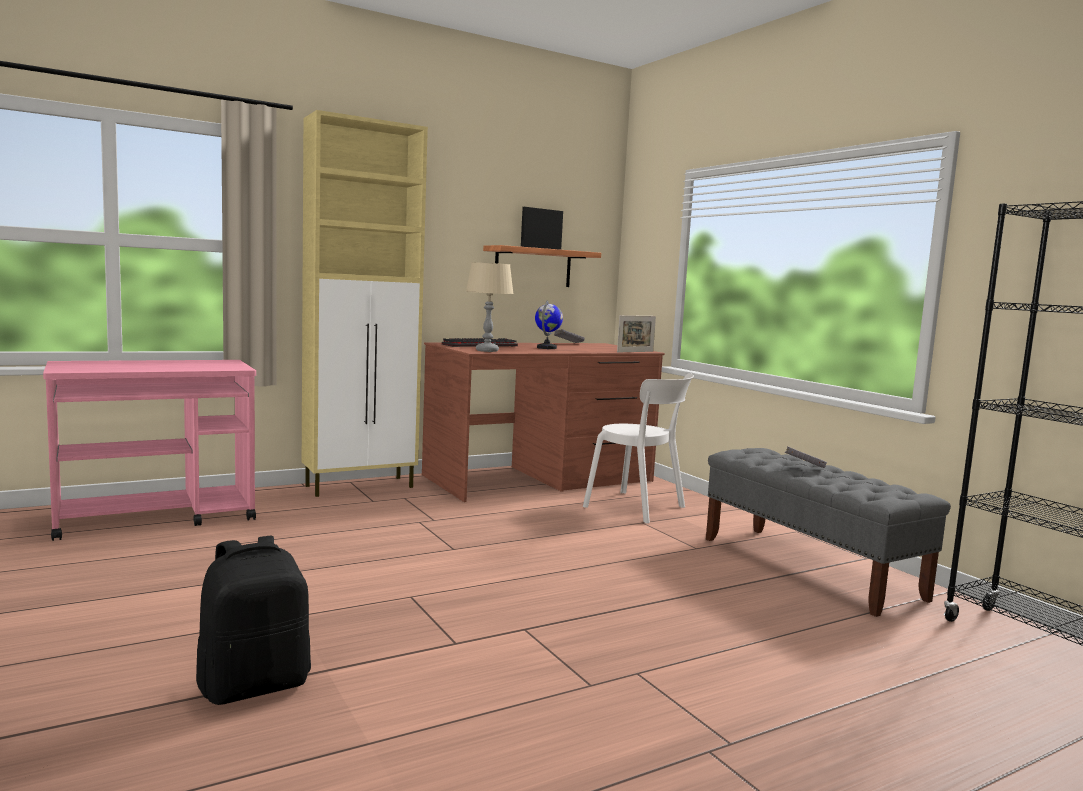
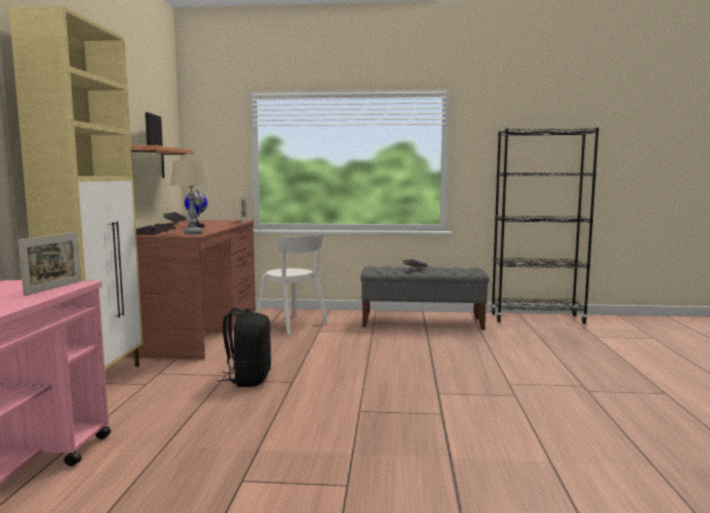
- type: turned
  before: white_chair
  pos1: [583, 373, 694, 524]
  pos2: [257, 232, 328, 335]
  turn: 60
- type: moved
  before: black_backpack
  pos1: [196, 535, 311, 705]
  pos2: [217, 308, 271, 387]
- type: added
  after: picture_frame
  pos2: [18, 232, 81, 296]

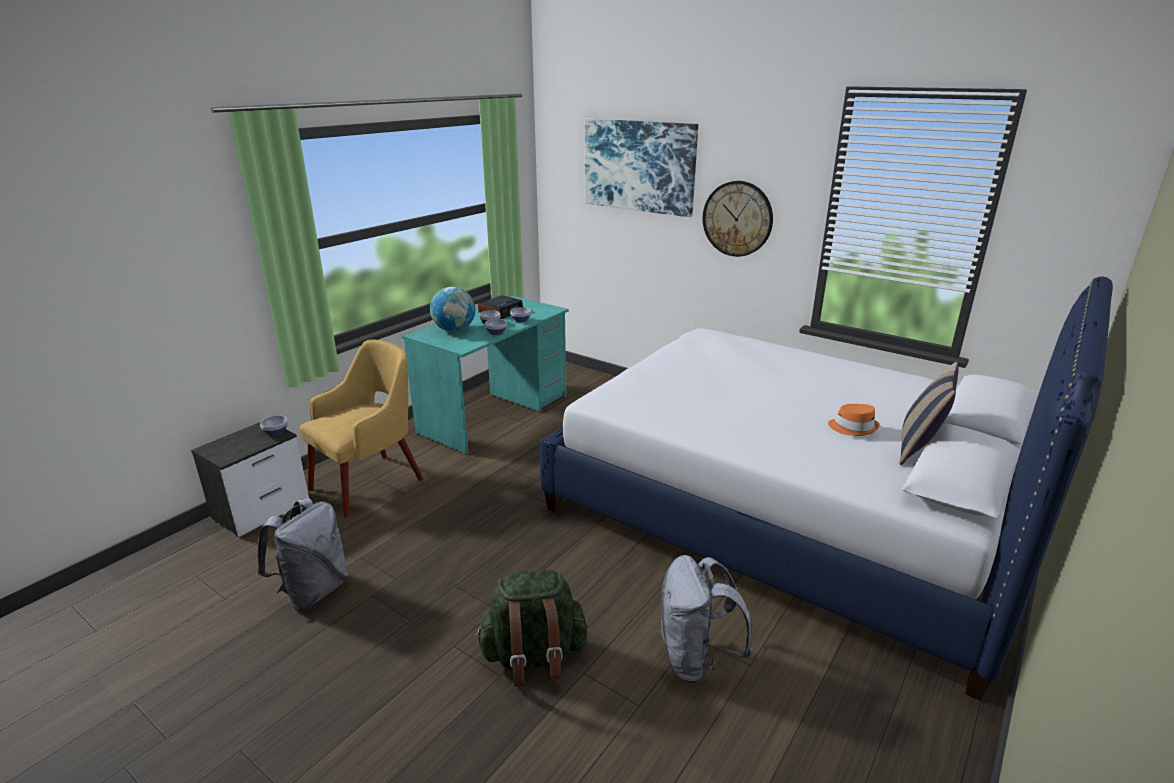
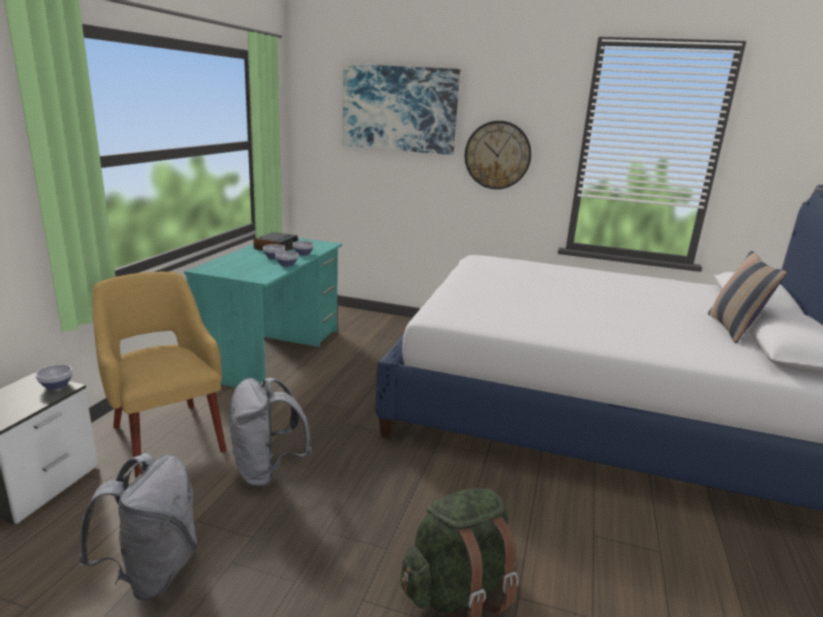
- type: removed
  before: globe
  pos1: [430, 287, 475, 332]
- type: turned
  before: yellow_armchair
  pos1: [299, 340, 424, 518]
  pos2: [92, 272, 226, 478]
  turn: -60
- type: removed
  before: orange_hat
  pos1: [828, 404, 880, 436]
- type: moved
  before: grey_backpack
  pos1: [659, 555, 752, 683]
  pos2: [229, 378, 312, 487]

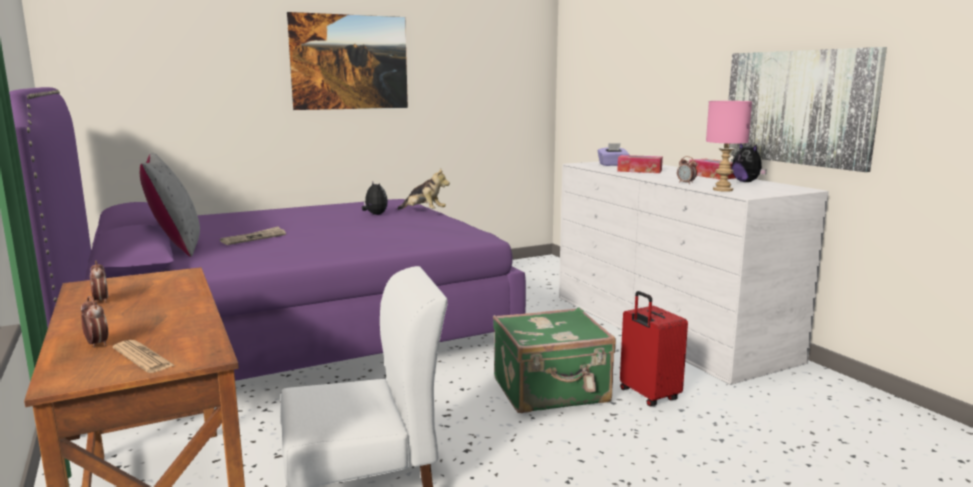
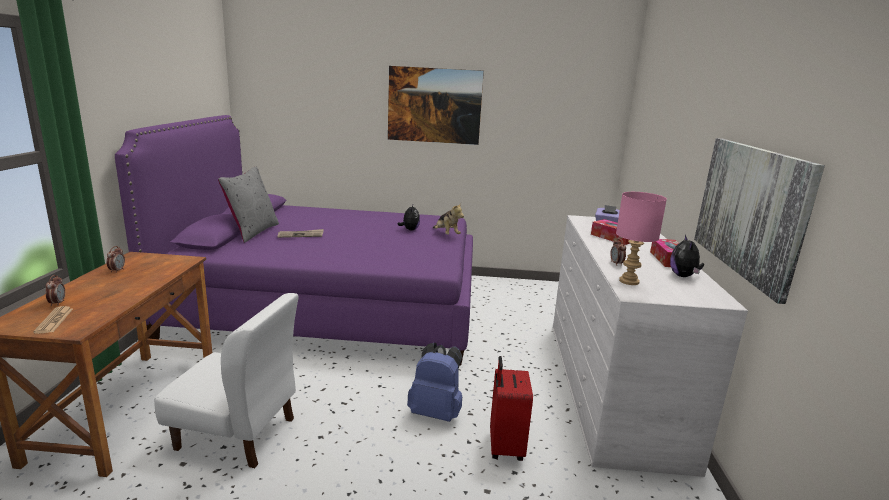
- type: replaced
  before: green_suitcase
  after: blue_backpack
  pos1: [493, 307, 616, 413]
  pos2: [407, 343, 462, 422]

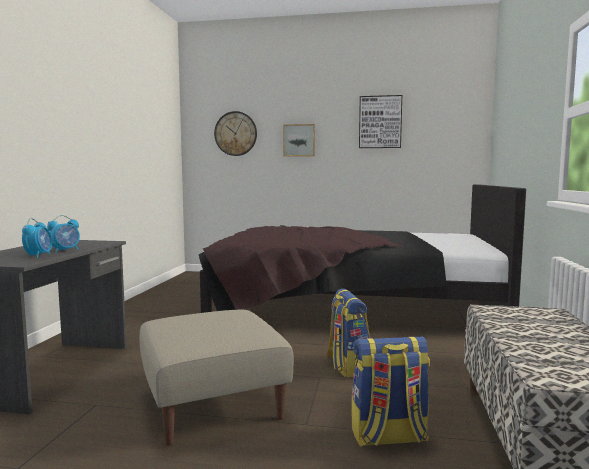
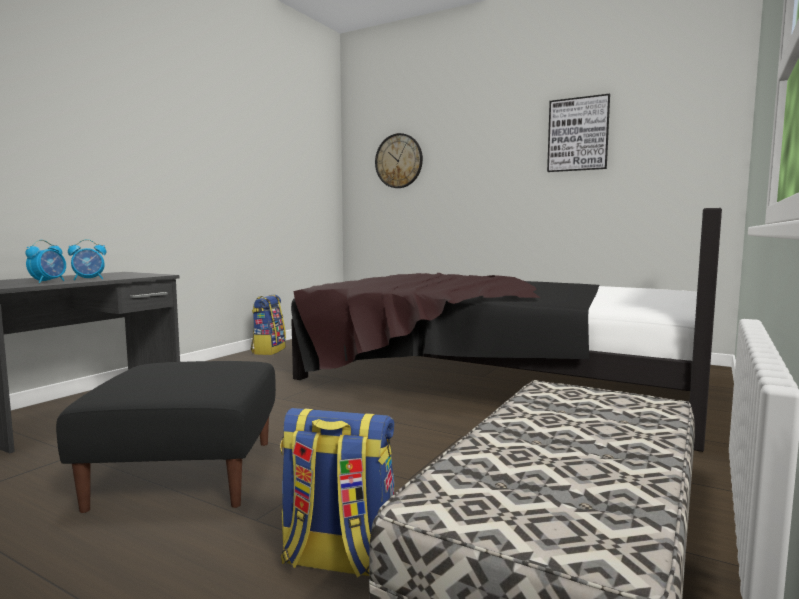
- type: removed
  before: picture
  pos1: [283, 124, 315, 157]
- type: moved
  before: backpack
  pos1: [326, 289, 370, 378]
  pos2: [251, 294, 286, 355]
- type: recoloured
  before: beige_ottoman
  after: black_ottoman
  pos1: [140, 310, 293, 445]
  pos2: [56, 361, 276, 513]

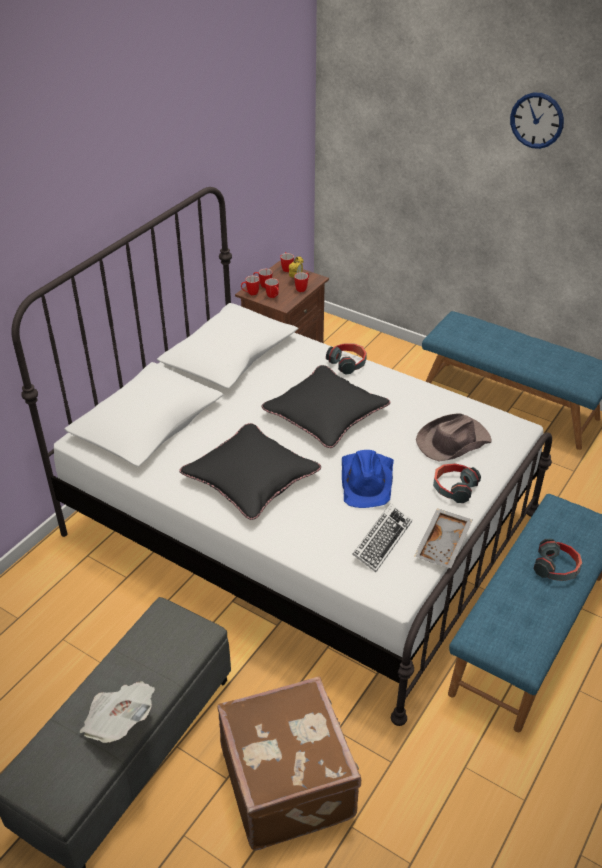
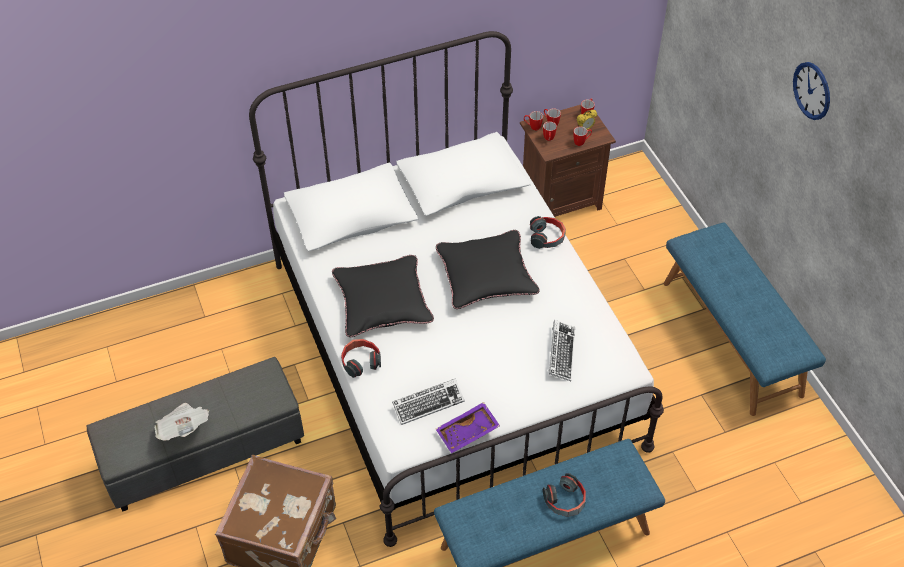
- type: replaced
  before: brown_hat
  after: keyboard
  pos1: [416, 414, 491, 462]
  pos2: [549, 320, 575, 381]
- type: removed
  before: blue_hat
  pos1: [342, 450, 394, 508]
- type: moved
  before: headphones
  pos1: [433, 463, 481, 503]
  pos2: [341, 339, 381, 378]
- type: recoloured
  before: grey_tray
  after: purple_tray
  pos1: [414, 508, 472, 568]
  pos2: [436, 402, 500, 453]

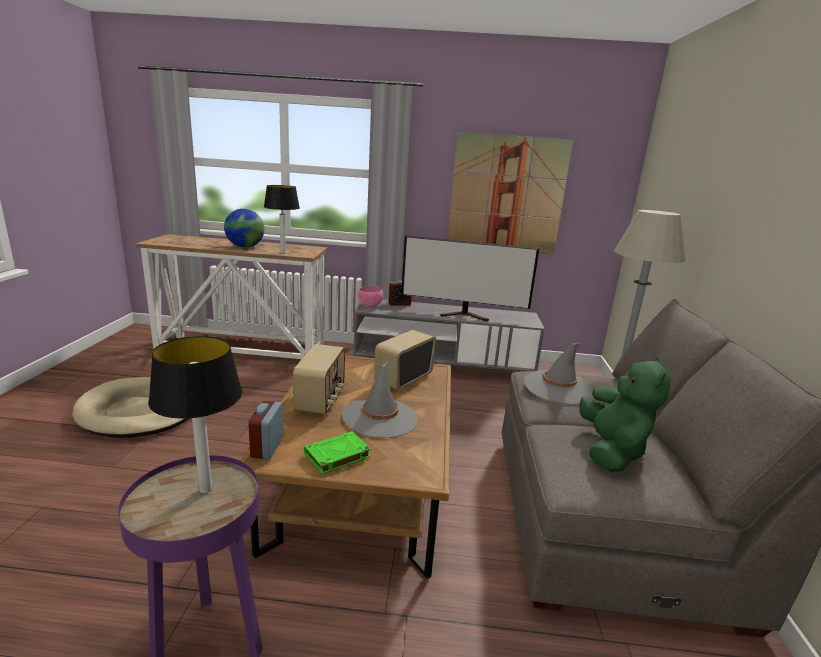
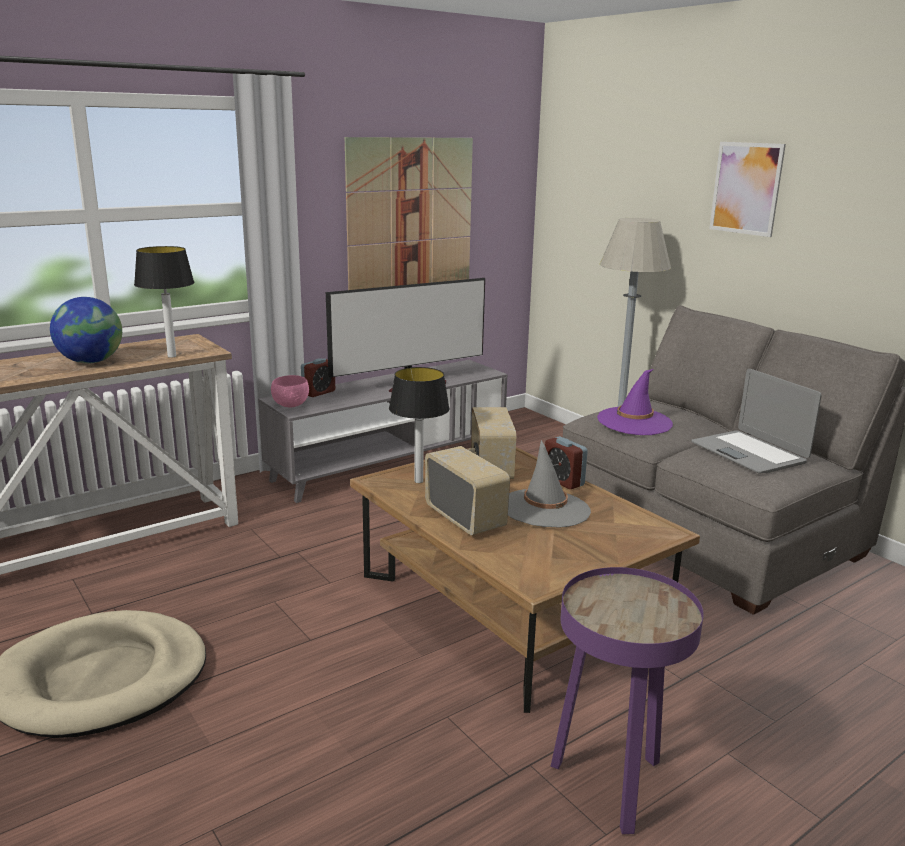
- type: moved
  before: table_lamp
  pos1: [148, 336, 242, 493]
  pos2: [389, 367, 450, 483]
- type: recoloured
  before: grey_hat
  after: purple_hat
  pos1: [524, 343, 594, 404]
  pos2: [597, 369, 673, 435]
- type: replaced
  before: green_plush_toy
  after: laptop
  pos1: [579, 357, 670, 472]
  pos2: [691, 369, 822, 473]
- type: moved
  before: alarm_clock
  pos1: [248, 401, 283, 459]
  pos2: [545, 436, 588, 489]
- type: removed
  before: green_book
  pos1: [304, 431, 371, 474]
- type: added
  after: picture
  pos2: [709, 142, 786, 237]

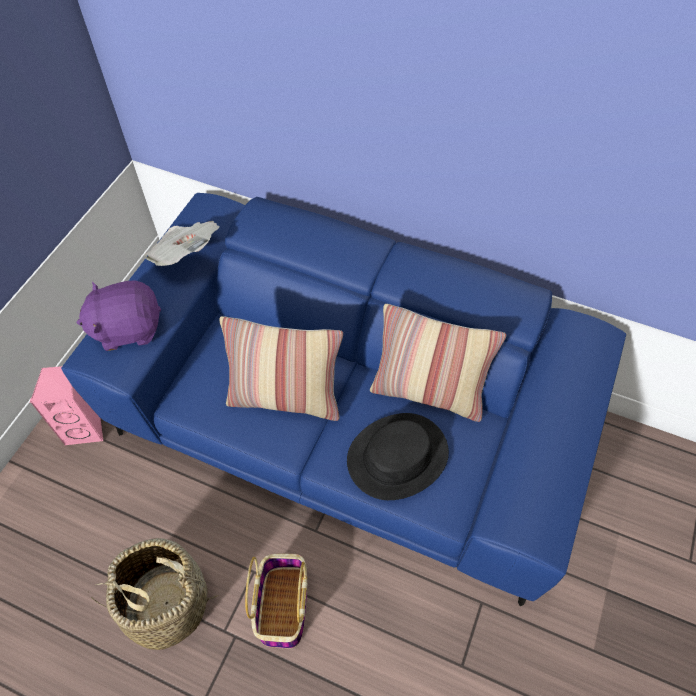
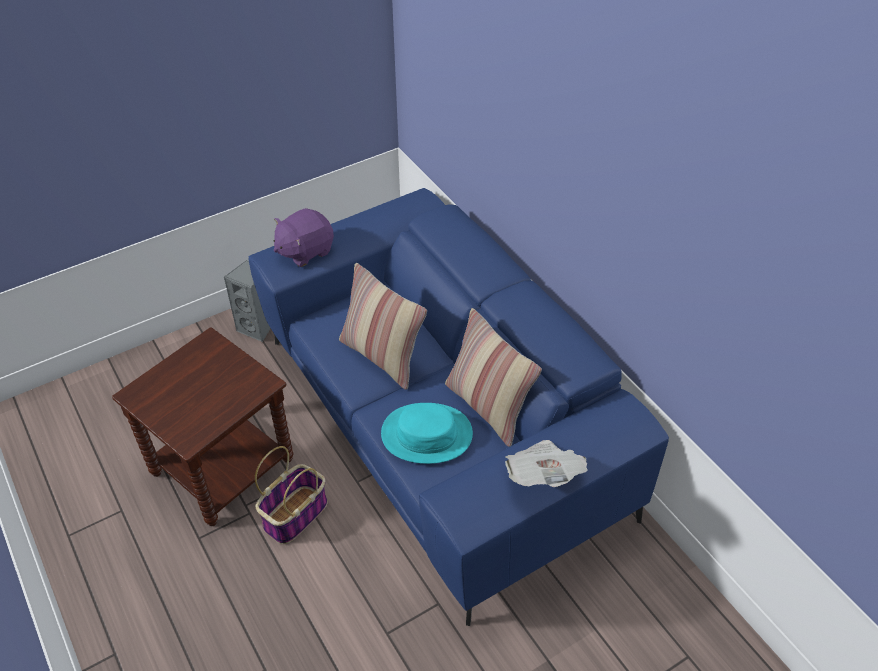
- type: moved
  before: newspaper
  pos1: [144, 221, 220, 266]
  pos2: [505, 440, 588, 487]
- type: turned
  before: purple_plush_toy
  pos1: [77, 280, 161, 351]
  pos2: [274, 208, 334, 267]
  turn: -60
- type: recoloured
  before: pink_speaker
  after: grey_speaker
  pos1: [30, 366, 103, 445]
  pos2: [224, 260, 271, 342]
- type: recoloured
  before: black_hat
  after: turquoise_hat
  pos1: [347, 413, 449, 500]
  pos2: [381, 403, 473, 464]
- type: replaced
  before: basket
  after: brown_side_table
  pos1: [88, 538, 218, 650]
  pos2: [112, 327, 293, 526]

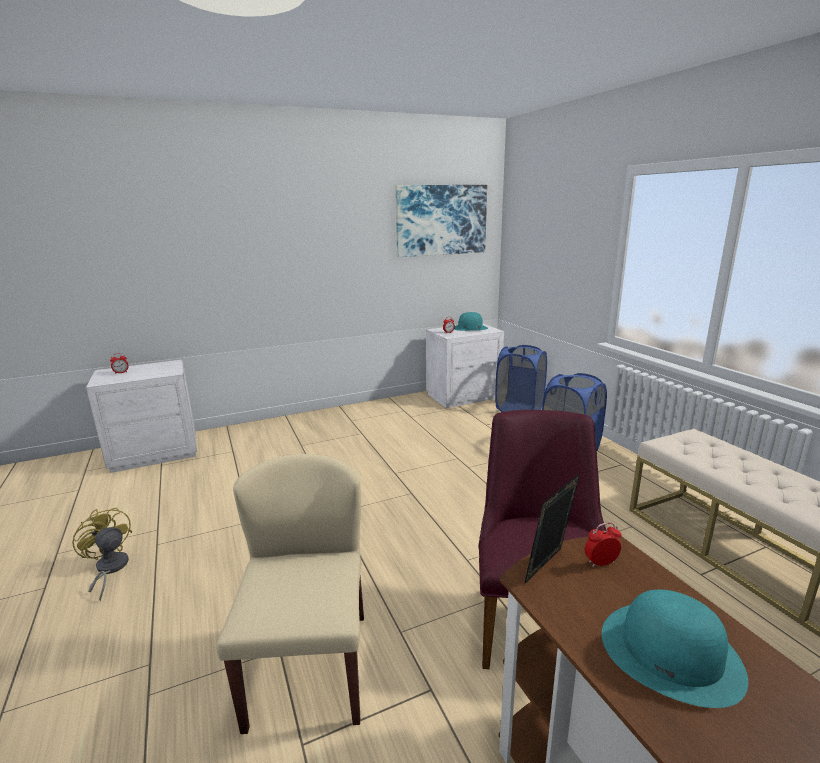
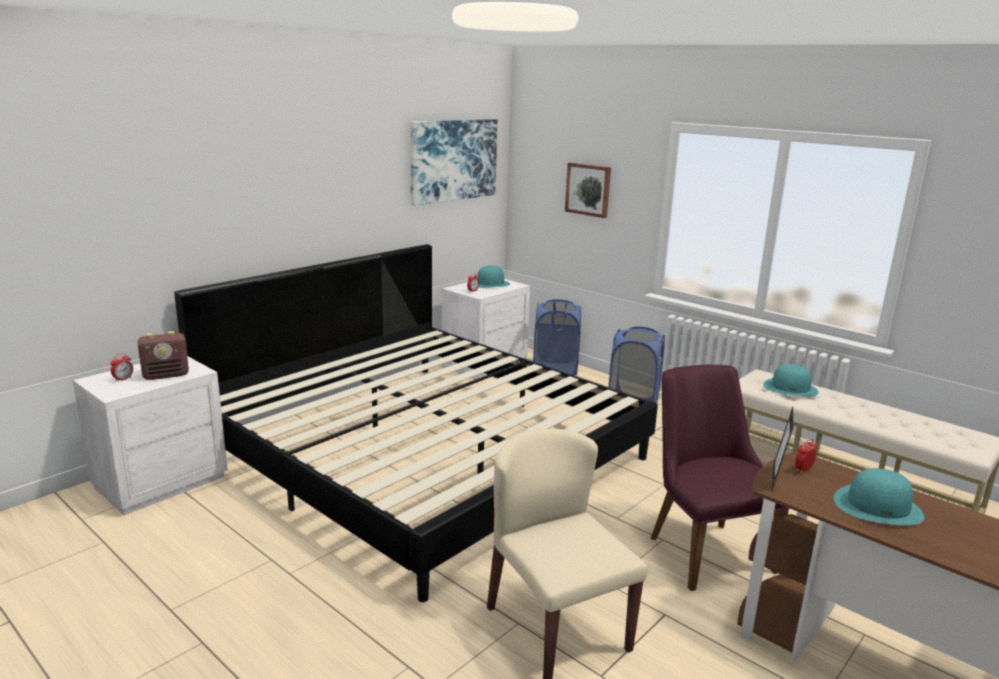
- type: removed
  before: yellow_fan
  pos1: [73, 507, 132, 601]
- type: added
  after: picture
  pos2: [565, 163, 611, 218]
- type: added
  after: bed
  pos2: [174, 244, 658, 602]
- type: added
  after: radio
  pos2: [138, 331, 189, 380]
- type: added
  after: turquoise_hat
  pos2: [763, 364, 819, 396]

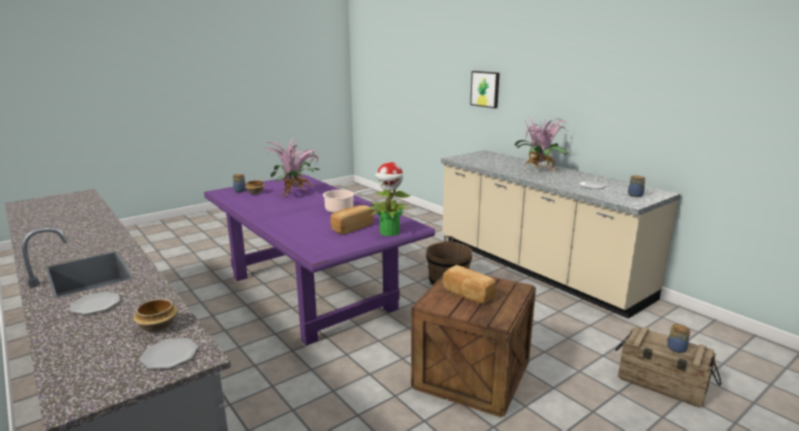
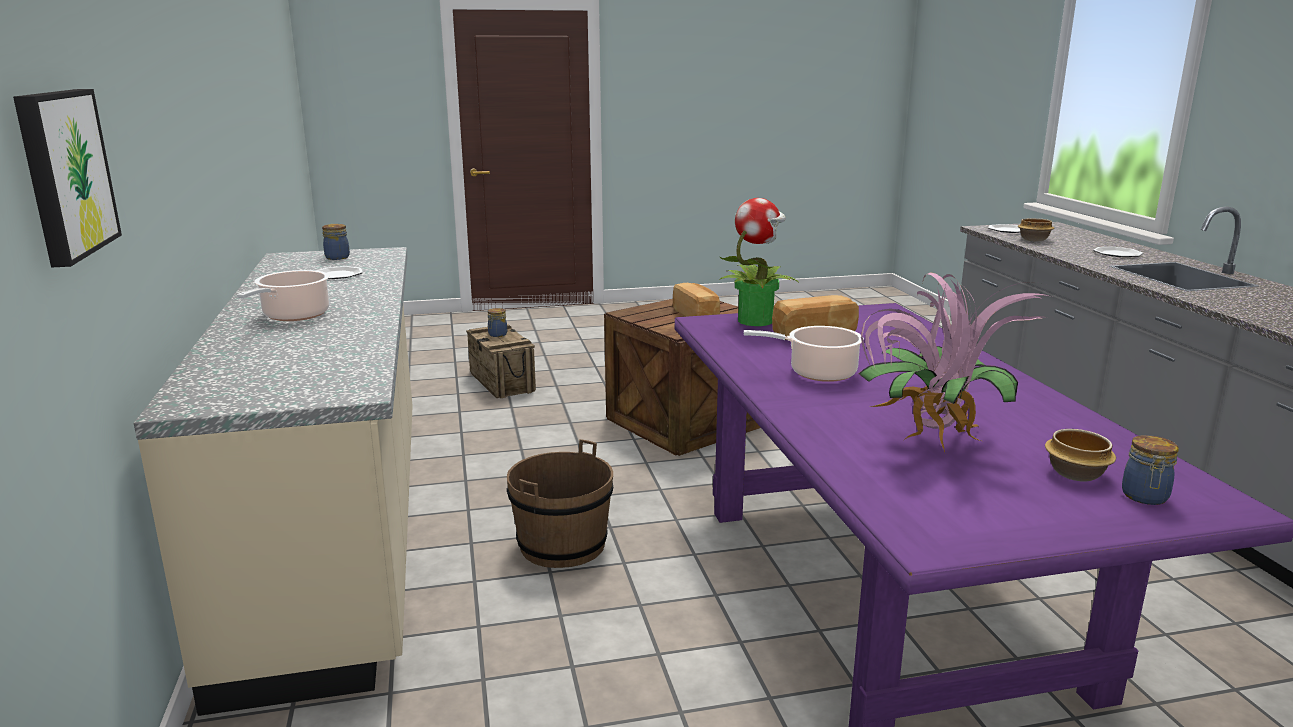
- type: replaced
  before: potted_plant
  after: cooking_pot
  pos1: [515, 117, 568, 172]
  pos2: [237, 270, 329, 321]

